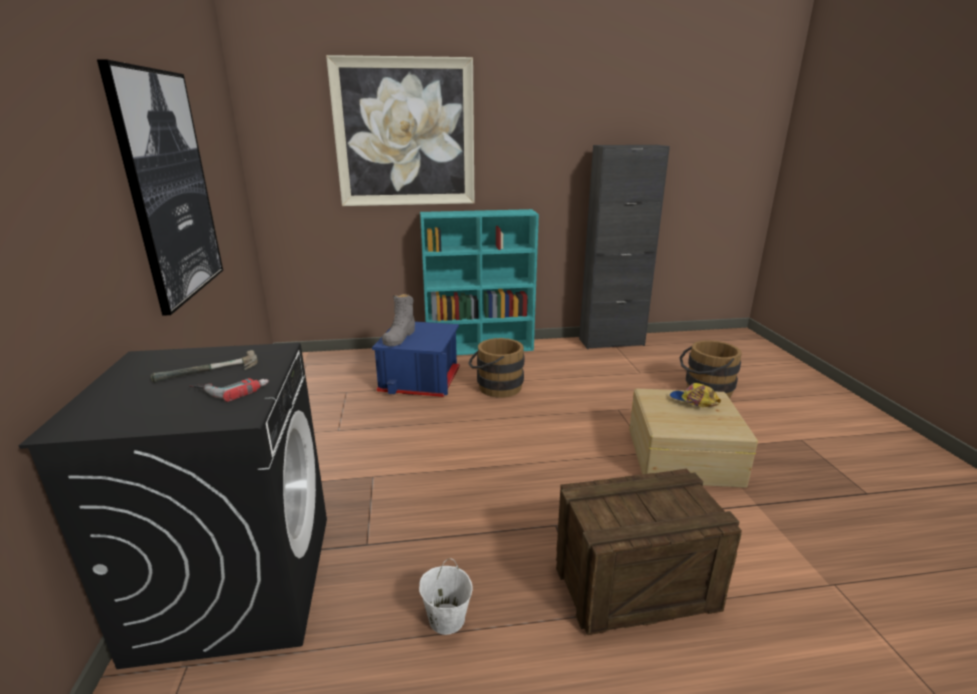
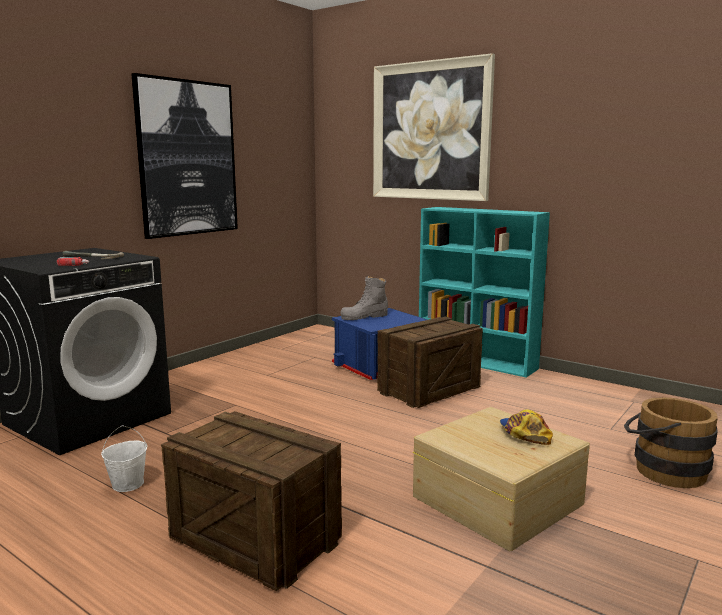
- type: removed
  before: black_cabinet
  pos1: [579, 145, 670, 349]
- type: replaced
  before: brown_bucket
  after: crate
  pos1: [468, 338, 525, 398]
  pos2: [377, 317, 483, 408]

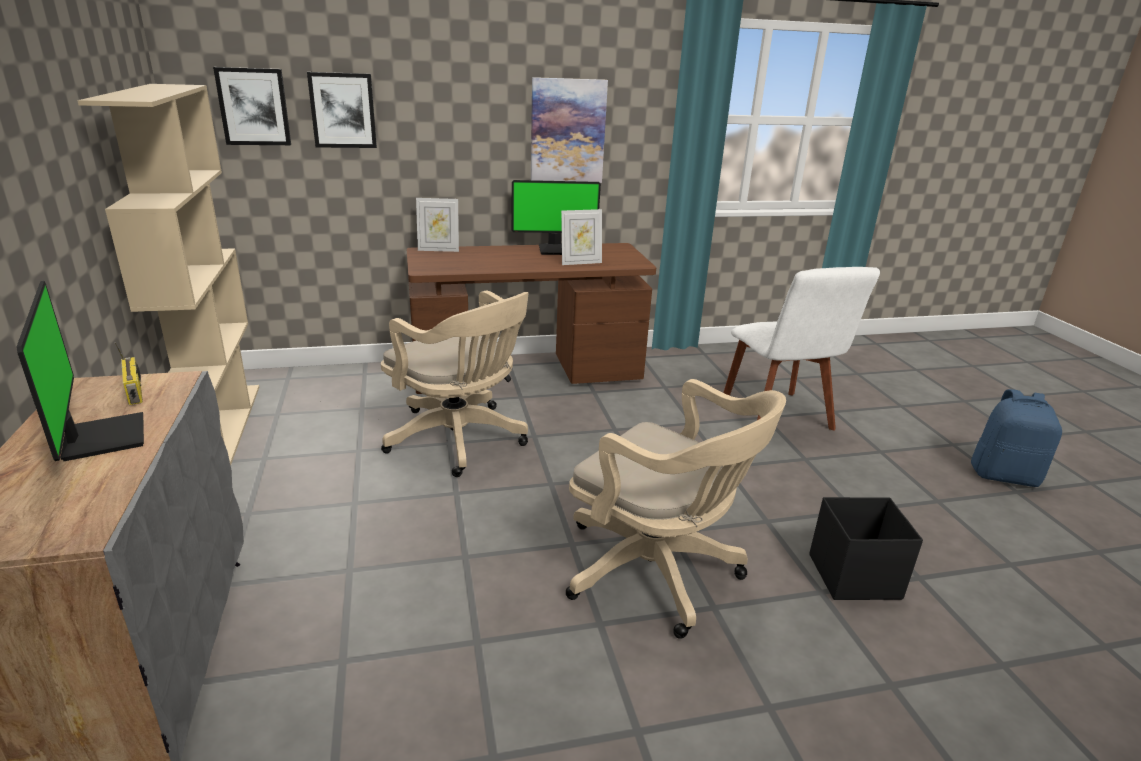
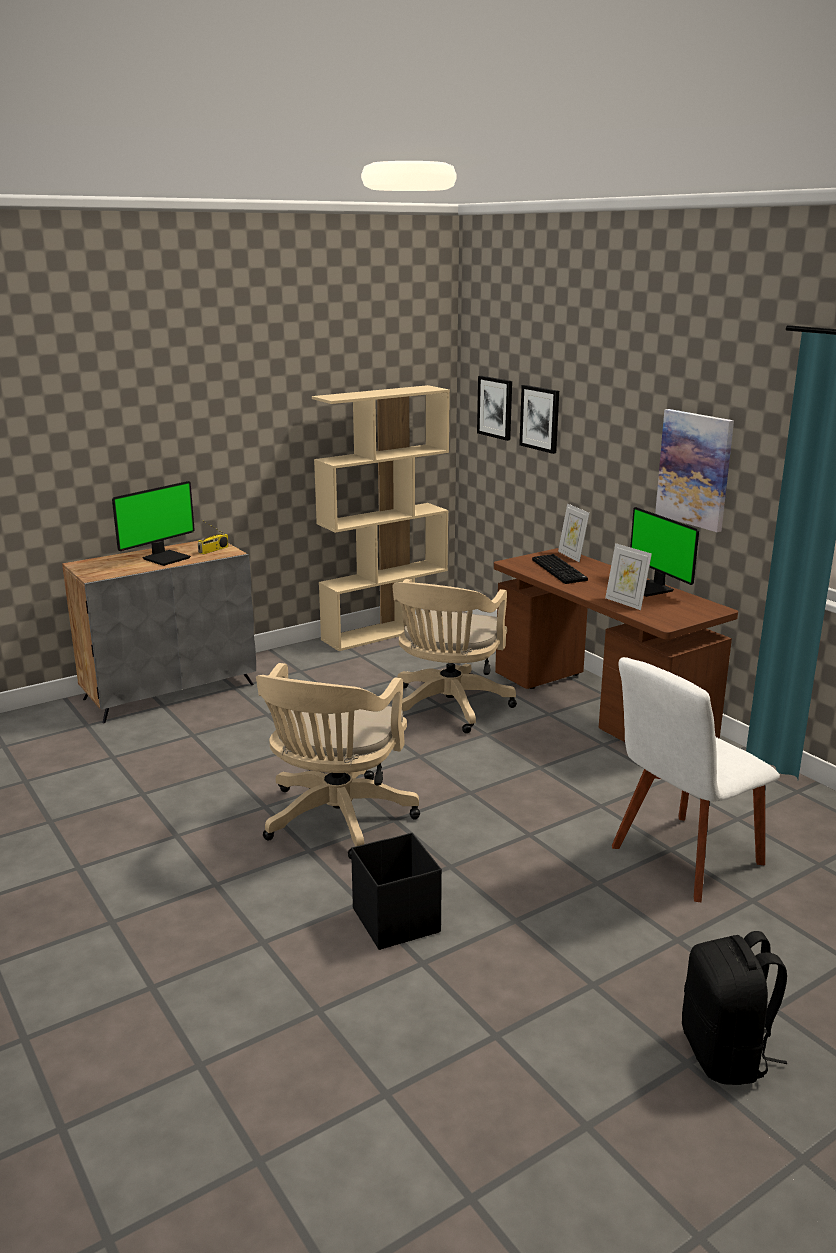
- type: recoloured
  before: blue_backpack
  after: black_backpack
  pos1: [971, 389, 1062, 487]
  pos2: [682, 931, 787, 1085]
- type: added
  after: keyboard
  pos2: [532, 554, 588, 584]

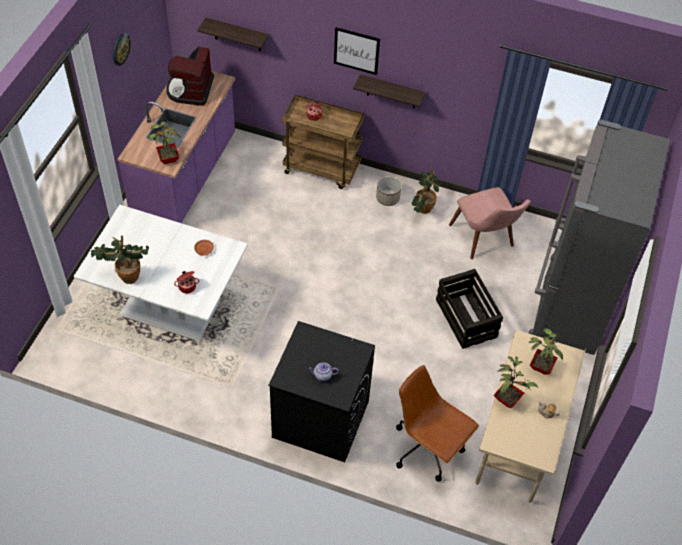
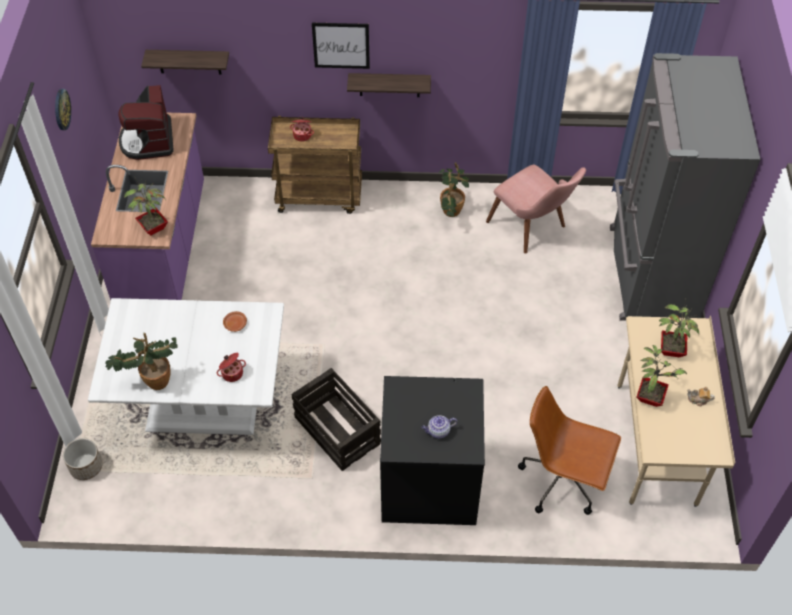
- type: moved
  before: planter
  pos1: [376, 176, 401, 206]
  pos2: [63, 438, 103, 480]
- type: moved
  before: crate
  pos1: [436, 269, 503, 349]
  pos2: [291, 368, 381, 471]

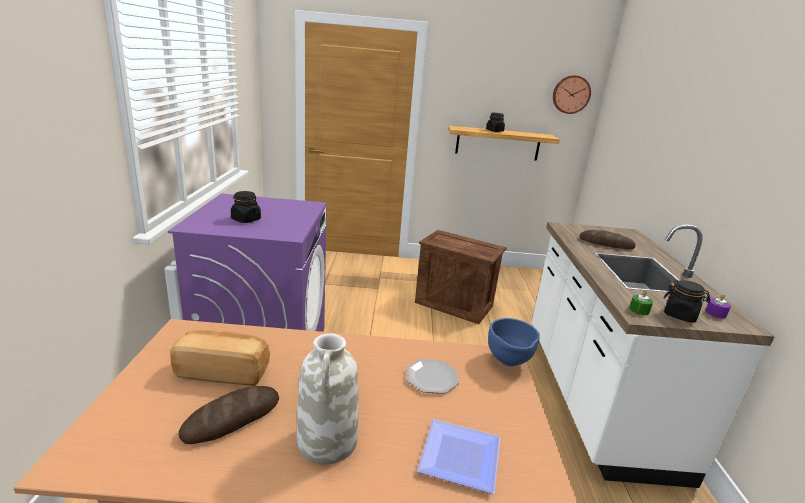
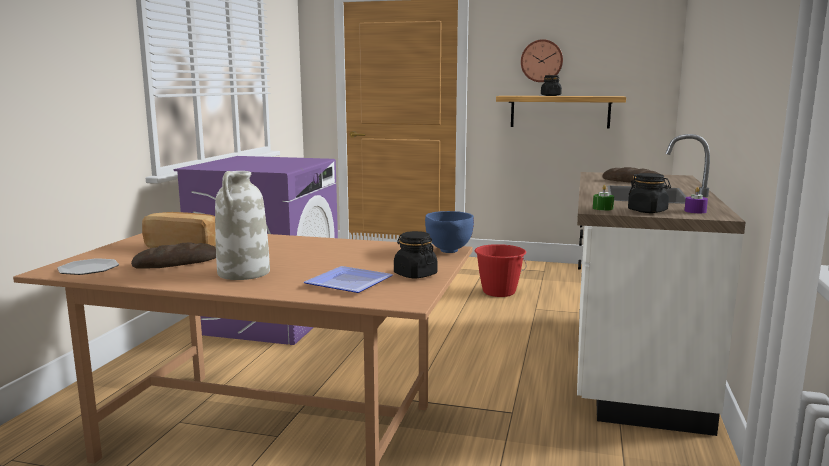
- type: moved
  before: wall_clock
  pos1: [553, 75, 591, 114]
  pos2: [521, 39, 563, 82]
- type: moved
  before: black_jar
  pos1: [231, 191, 261, 223]
  pos2: [394, 231, 437, 278]
- type: replaced
  before: crate
  after: red_bucket
  pos1: [415, 230, 507, 324]
  pos2: [475, 244, 527, 297]
- type: moved
  before: plate
  pos1: [406, 359, 459, 394]
  pos2: [57, 258, 119, 275]

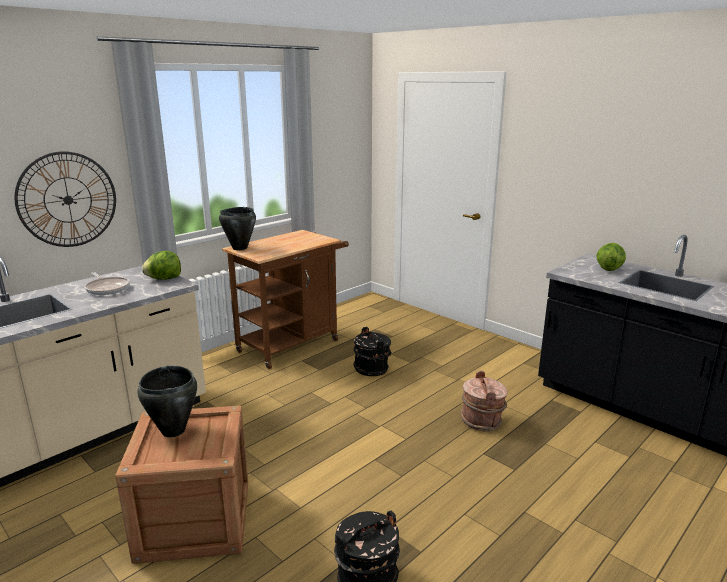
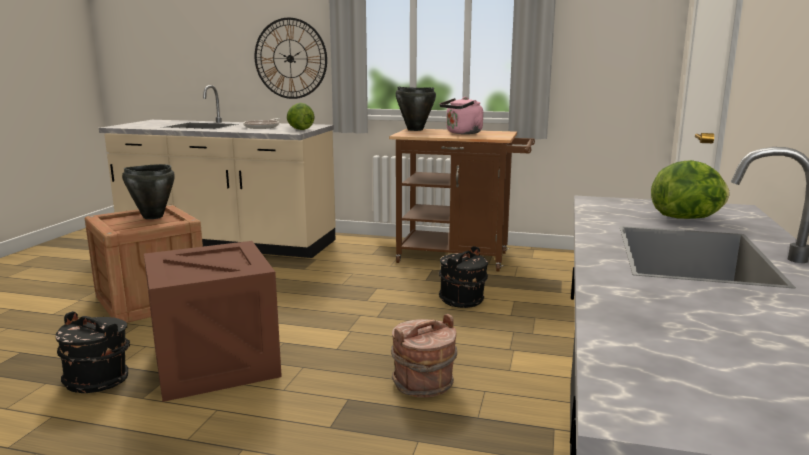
- type: added
  after: pink_kettle
  pos2: [440, 97, 483, 134]
- type: added
  after: crate
  pos2: [144, 241, 282, 402]

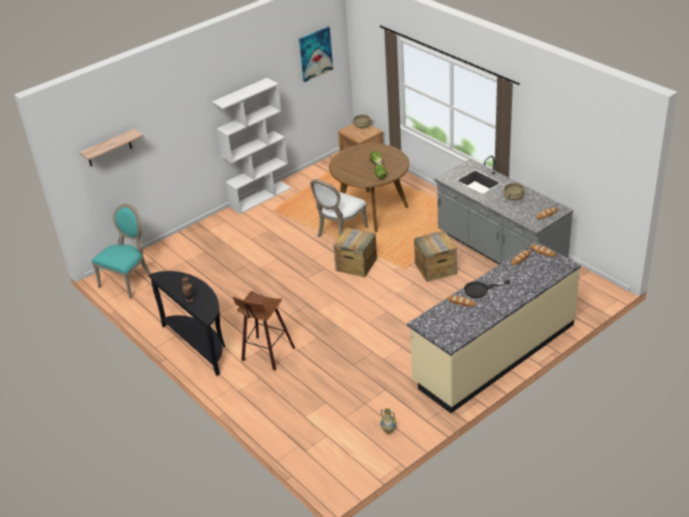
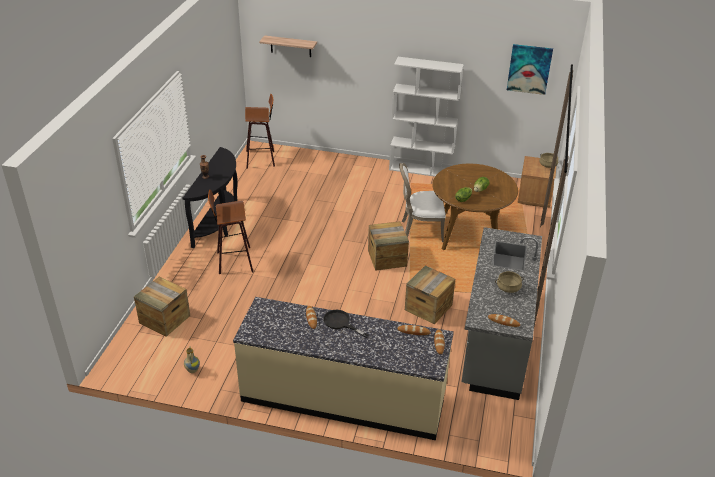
- type: replaced
  before: turquoise_chair
  after: stool
  pos1: [92, 204, 151, 299]
  pos2: [245, 94, 275, 169]
- type: added
  after: crate
  pos2: [134, 277, 190, 337]

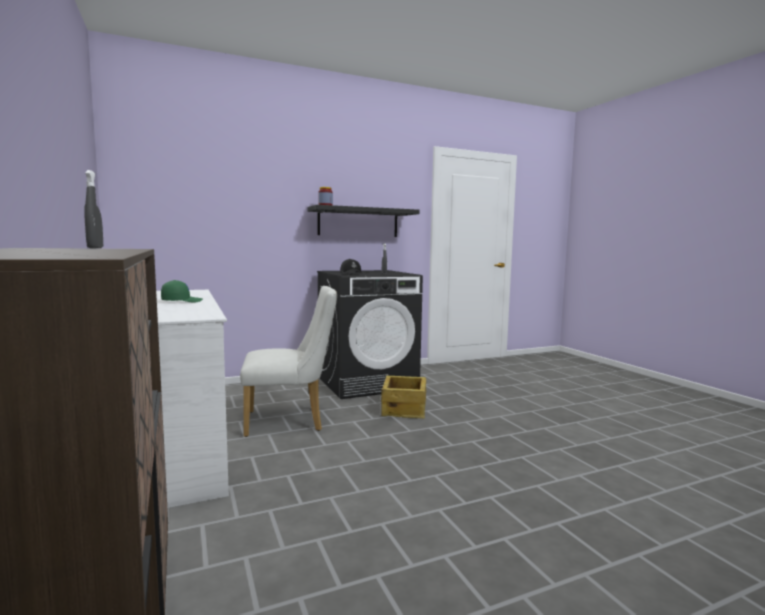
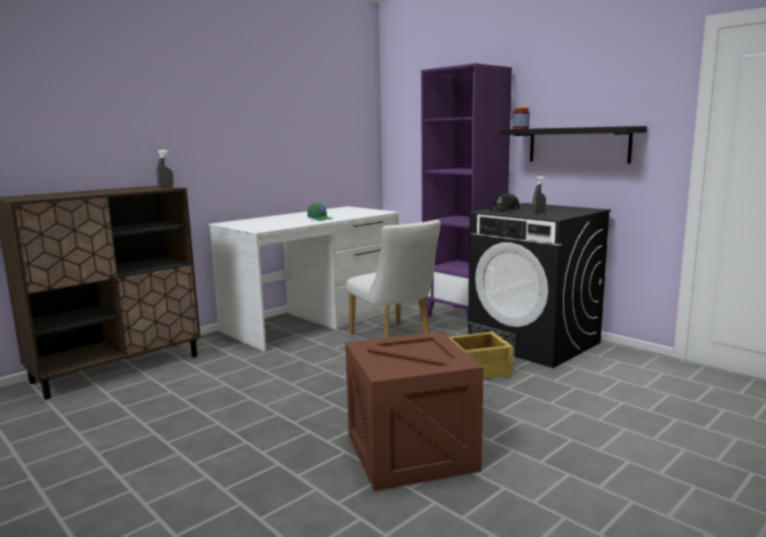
- type: added
  after: purple_bookcase
  pos2: [421, 63, 512, 325]
- type: added
  after: crate
  pos2: [345, 332, 484, 491]

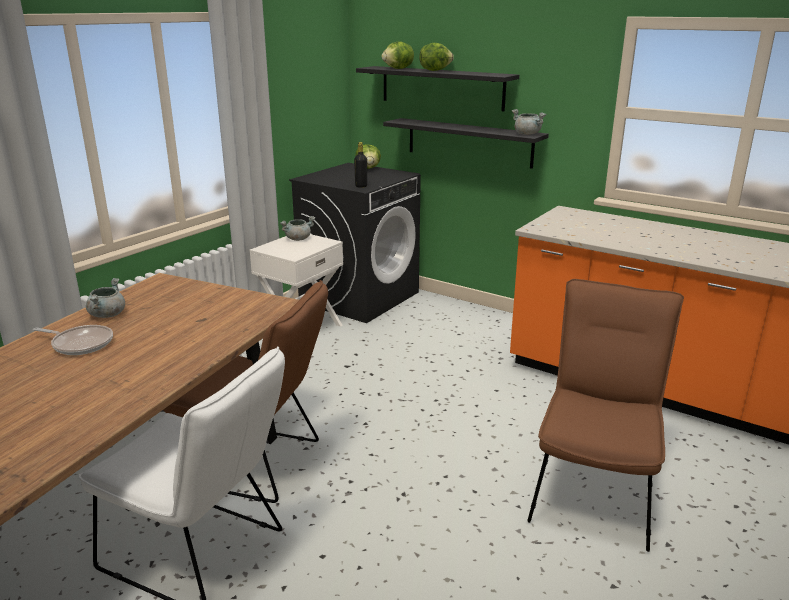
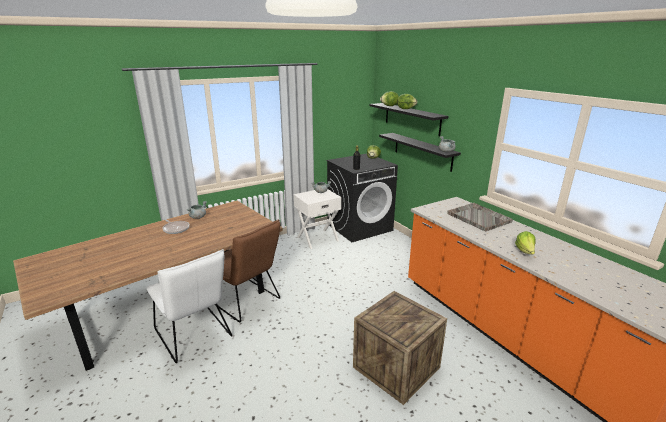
- type: replaced
  before: brown_chair
  after: crate
  pos1: [527, 279, 684, 552]
  pos2: [353, 291, 447, 405]
- type: added
  after: grey_tray
  pos2: [447, 203, 513, 231]
- type: added
  after: lettuce
  pos2: [515, 231, 536, 254]

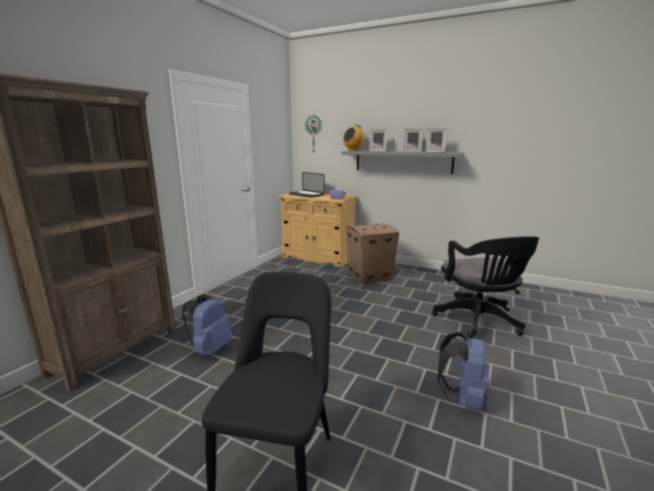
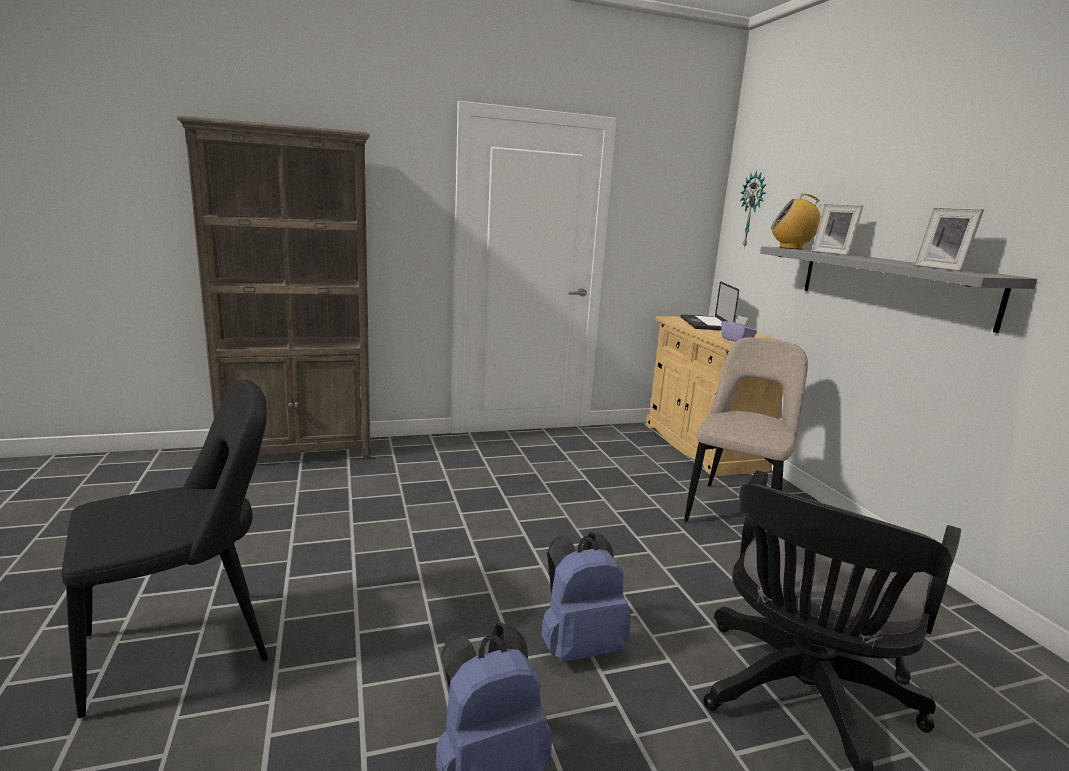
- type: removed
  before: picture_frame
  pos1: [403, 129, 423, 152]
- type: replaced
  before: cardboard_box
  after: beige_chair
  pos1: [346, 224, 399, 284]
  pos2: [684, 337, 808, 522]
- type: moved
  before: blue_backpack
  pos1: [182, 294, 232, 356]
  pos2: [541, 532, 631, 662]

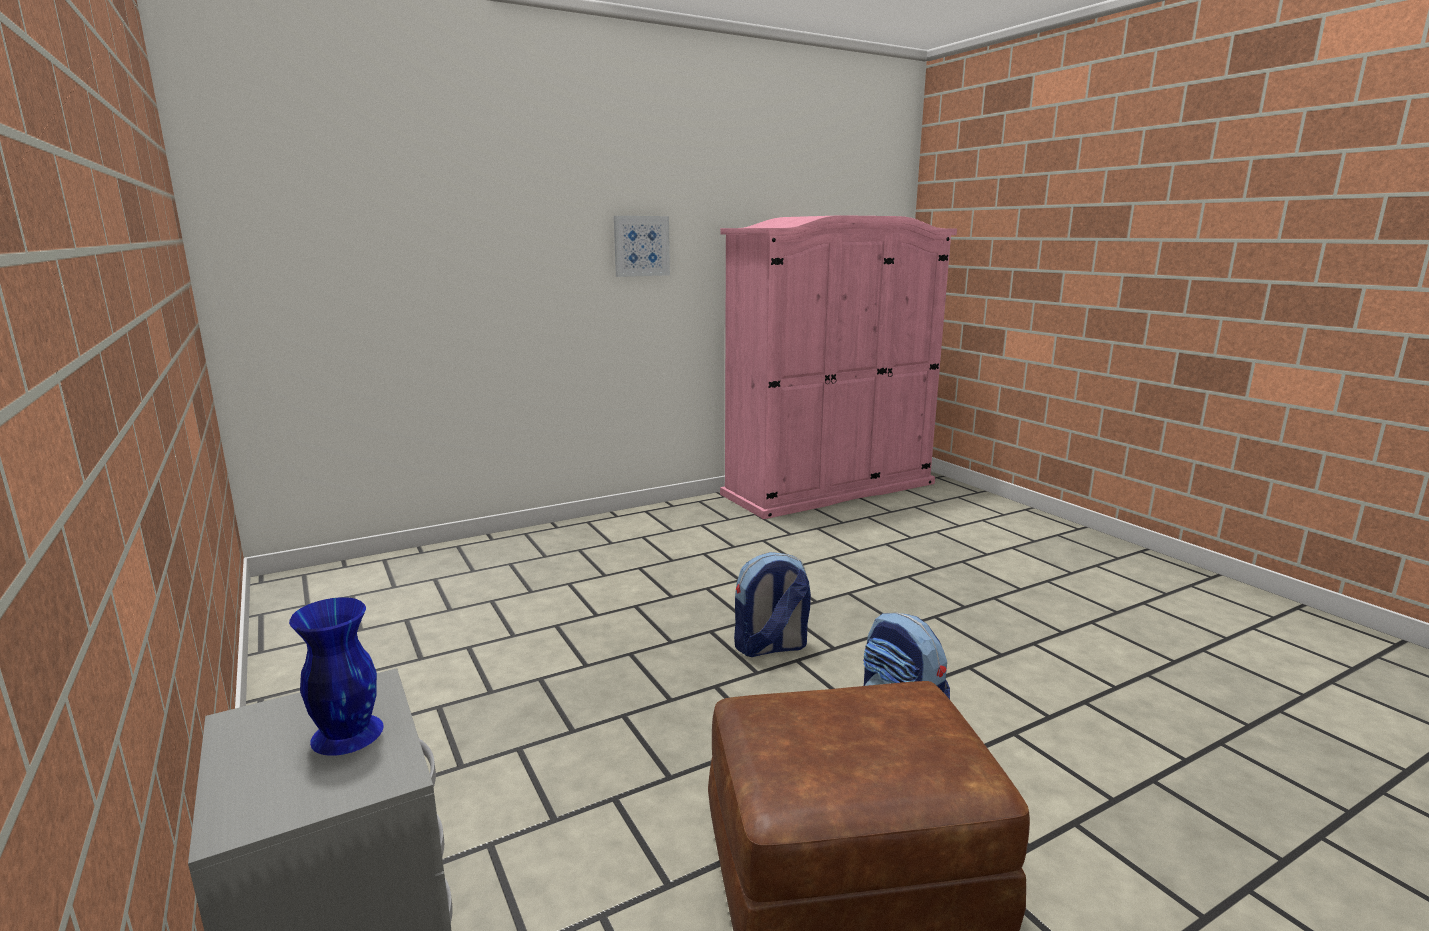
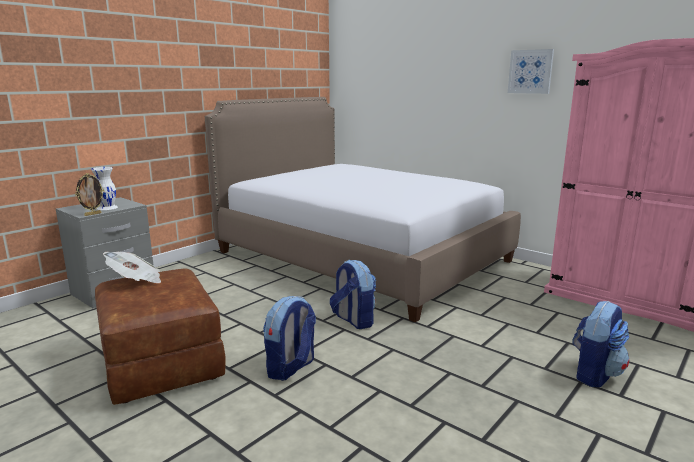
- type: recoloured
  before: blue_vase
  after: white_vase
  pos1: [289, 597, 384, 756]
  pos2: [91, 167, 118, 210]
- type: added
  after: bed
  pos2: [205, 97, 521, 323]
- type: added
  after: picture_frame
  pos2: [75, 173, 105, 216]
- type: added
  after: newspaper
  pos2: [103, 252, 161, 283]
- type: added
  after: backpack
  pos2: [572, 301, 629, 387]

